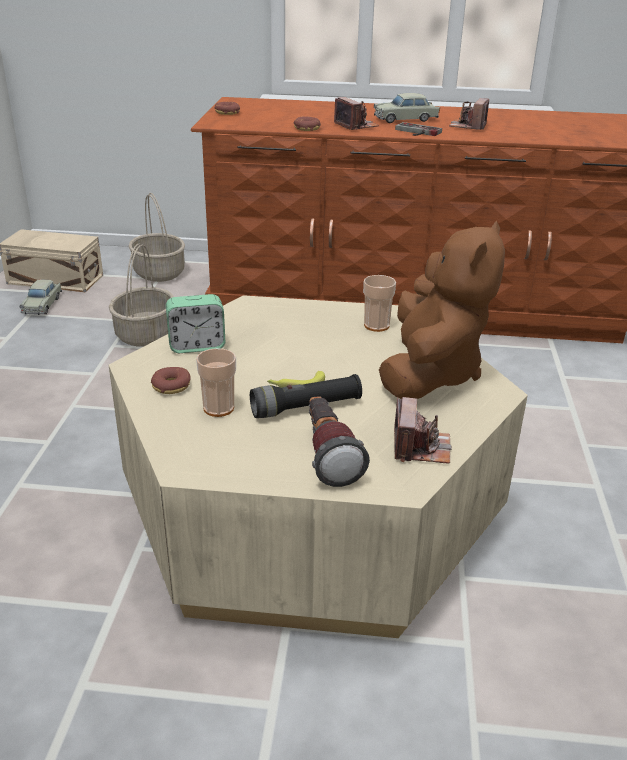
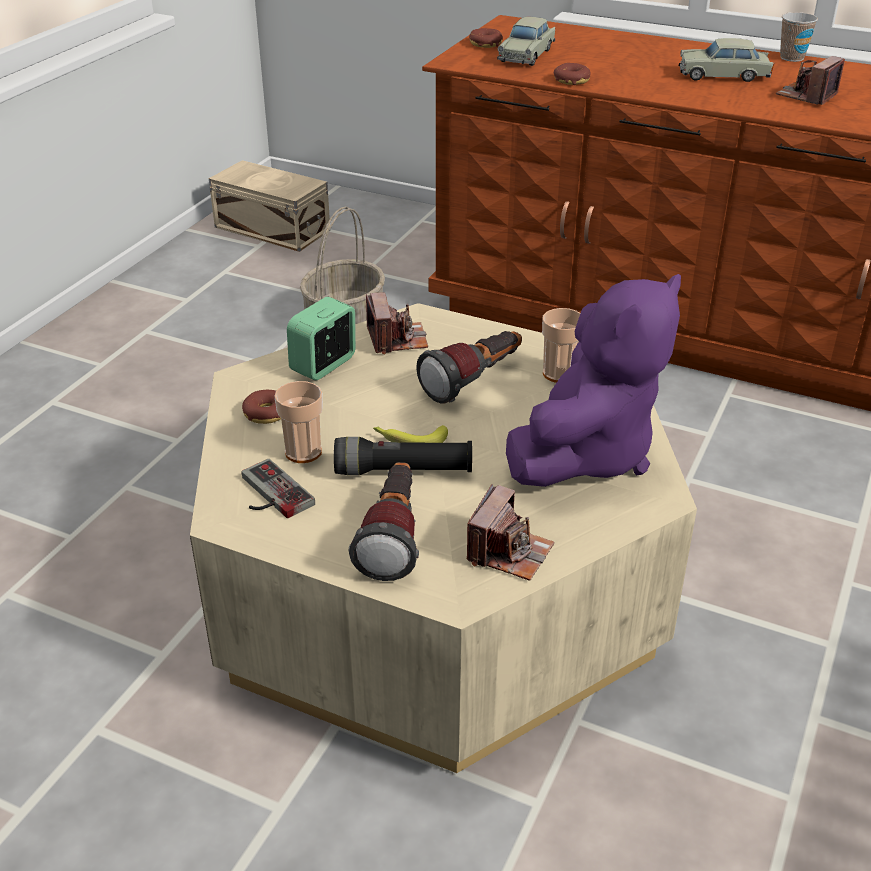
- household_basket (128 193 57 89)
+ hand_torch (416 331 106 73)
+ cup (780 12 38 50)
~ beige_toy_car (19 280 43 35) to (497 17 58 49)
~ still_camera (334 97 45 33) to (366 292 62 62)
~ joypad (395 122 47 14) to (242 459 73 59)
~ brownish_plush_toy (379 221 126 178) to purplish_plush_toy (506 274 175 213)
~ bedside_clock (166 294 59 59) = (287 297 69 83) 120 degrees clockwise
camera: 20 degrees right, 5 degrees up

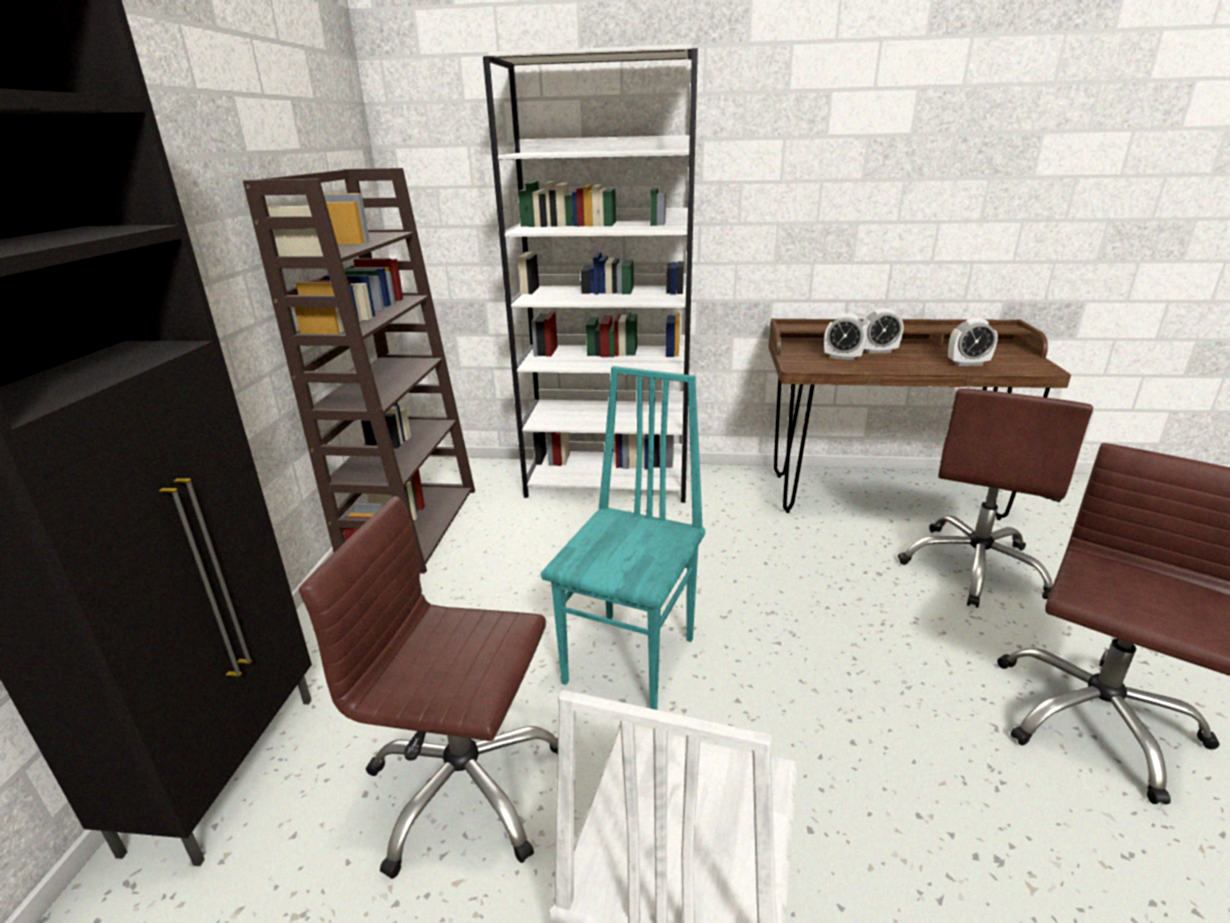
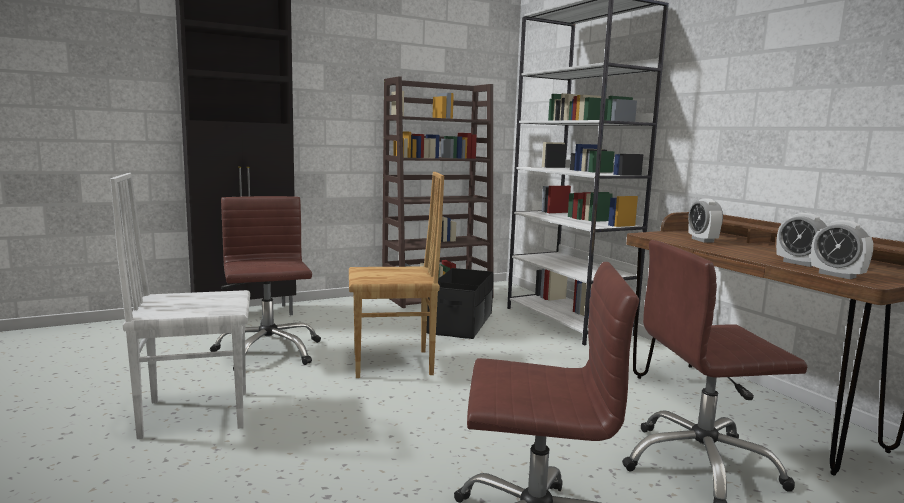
+ black-coloured_storage_box (426 268 68 71)
~ bedside_clock (862 308 42 46) to (811 220 62 59)
~ turquoise_upright_chair (541 366 164 344) to brownish_upright_chair (349 172 95 206)
camera: 55 degrees right, 15 degrees down

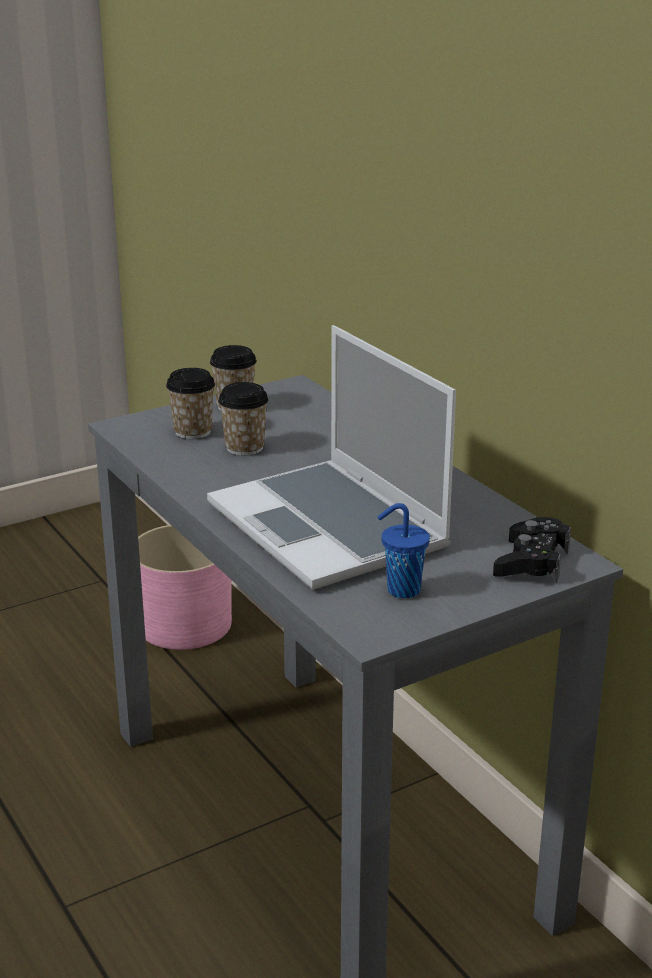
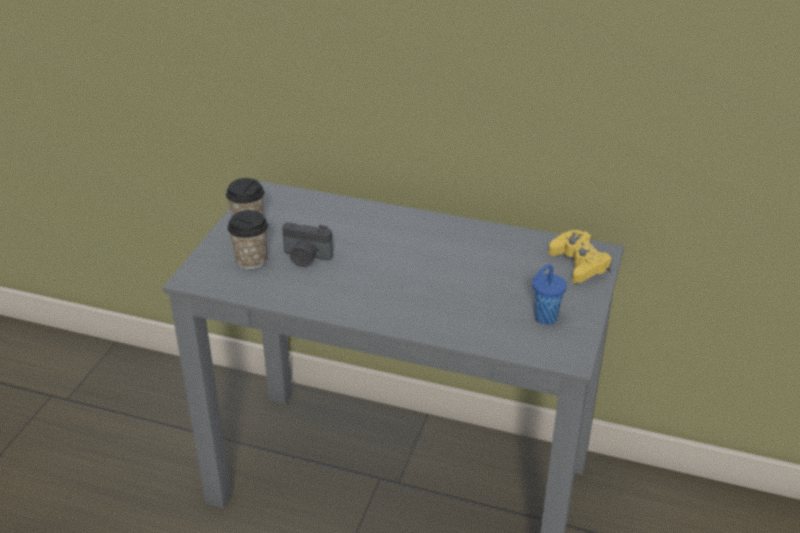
- pink_flower_pot (138 525 94 125)
- notebook_computer (207 325 249 265)
~ cup (218 382 51 74) to still_camera (282 222 51 45)
~ black-coloured_joypad (493 517 78 66) to yellow-coloured_joypad (548 230 64 53)
camera: 40 degrees left, 10 degrees up

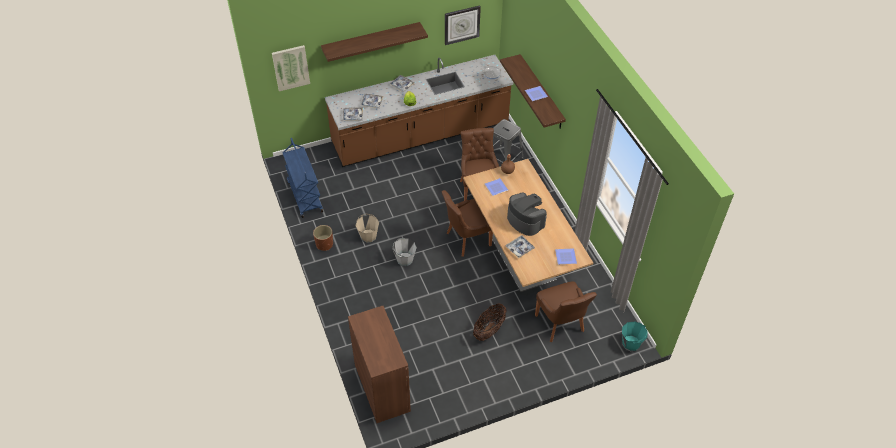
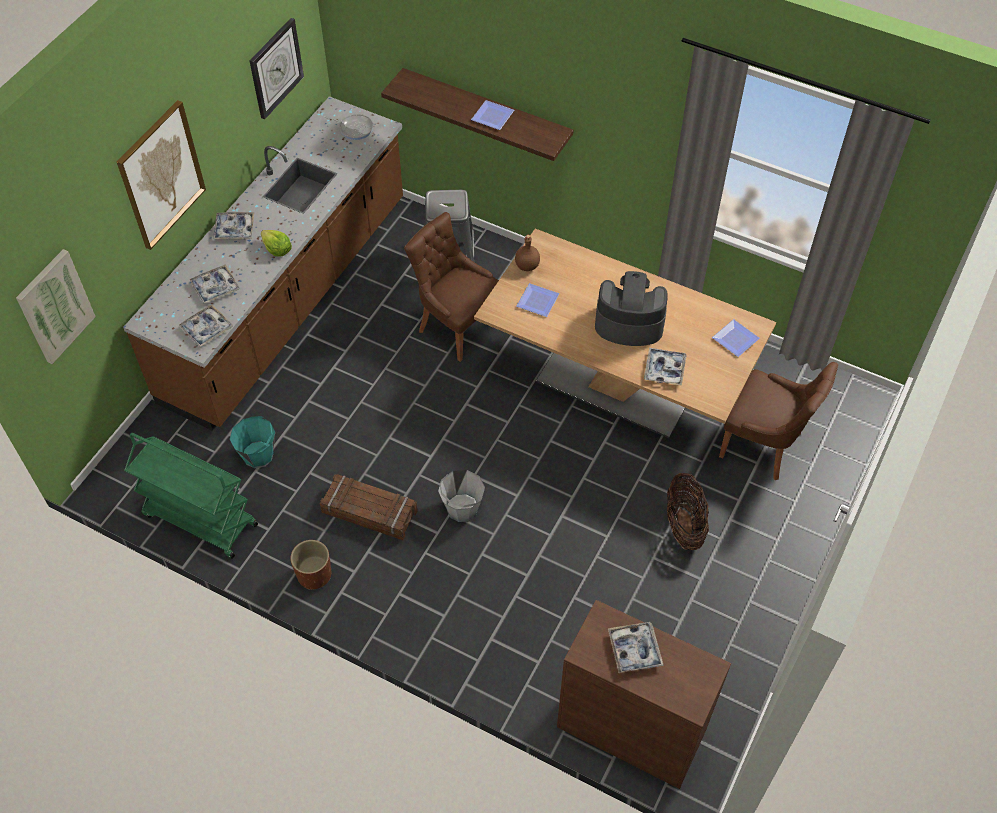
- brownish_upright_chair (442 190 51 67)
+ serving_tray (608 622 56 51)
~ turquoise_bucket (622 321 26 30) to (230 416 45 52)
~ shelf (321 22 107 40) to picture (117 100 89 150)
~ beige_bucket (356 214 23 29) to packing_crate (320 474 98 66)
~ blue-coloured_trolley (283 138 40 80) to green-coloured_trolley (124 433 134 126)
camera: 40 degrees left, 5 degrees up

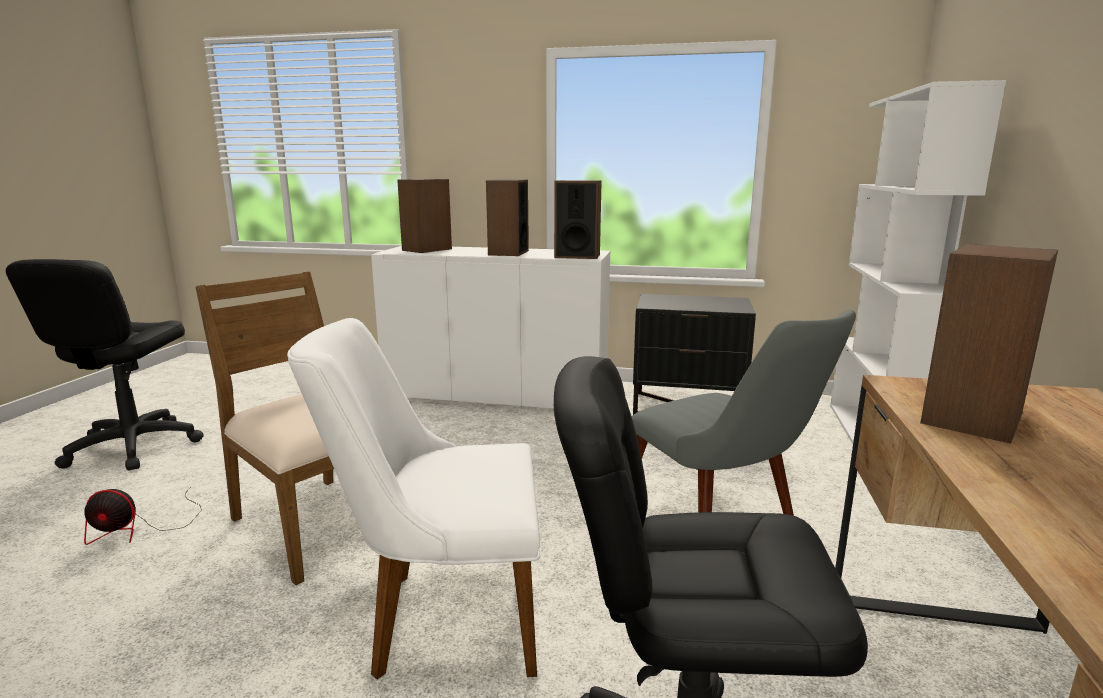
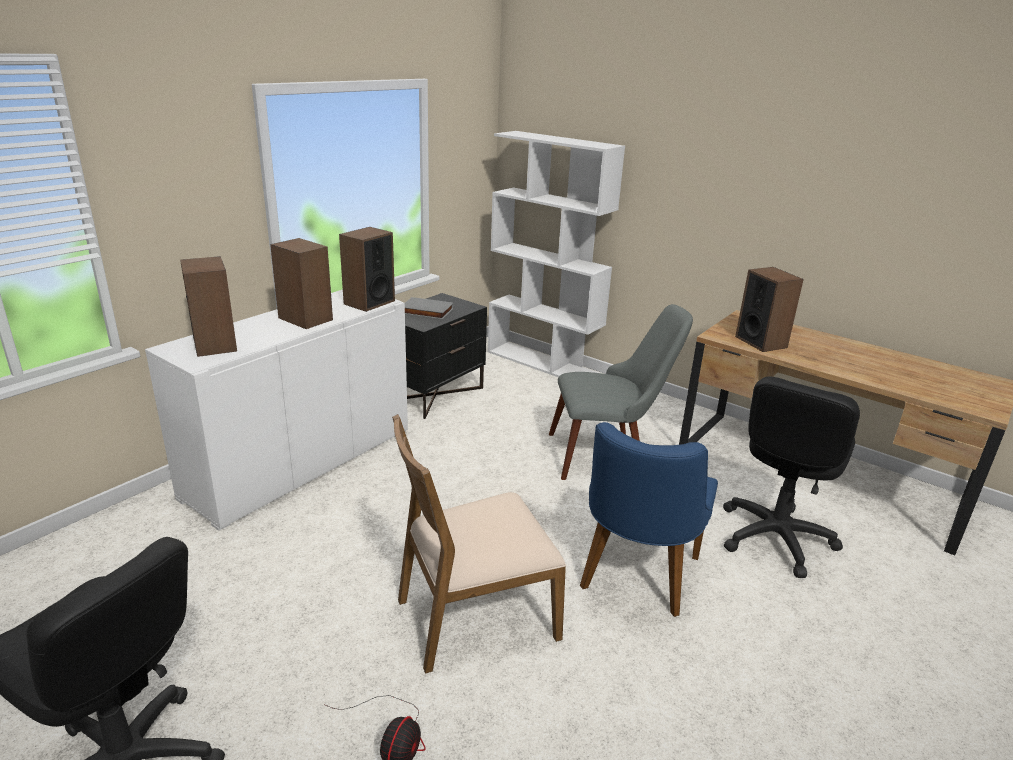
+ grey_bound_book (405 297 48 22)
~ white-coloured_upright_chair (287 318 253 361) to blue-coloured_upright_chair (580 422 138 195)
camera: 65 degrees left, 10 degrees up

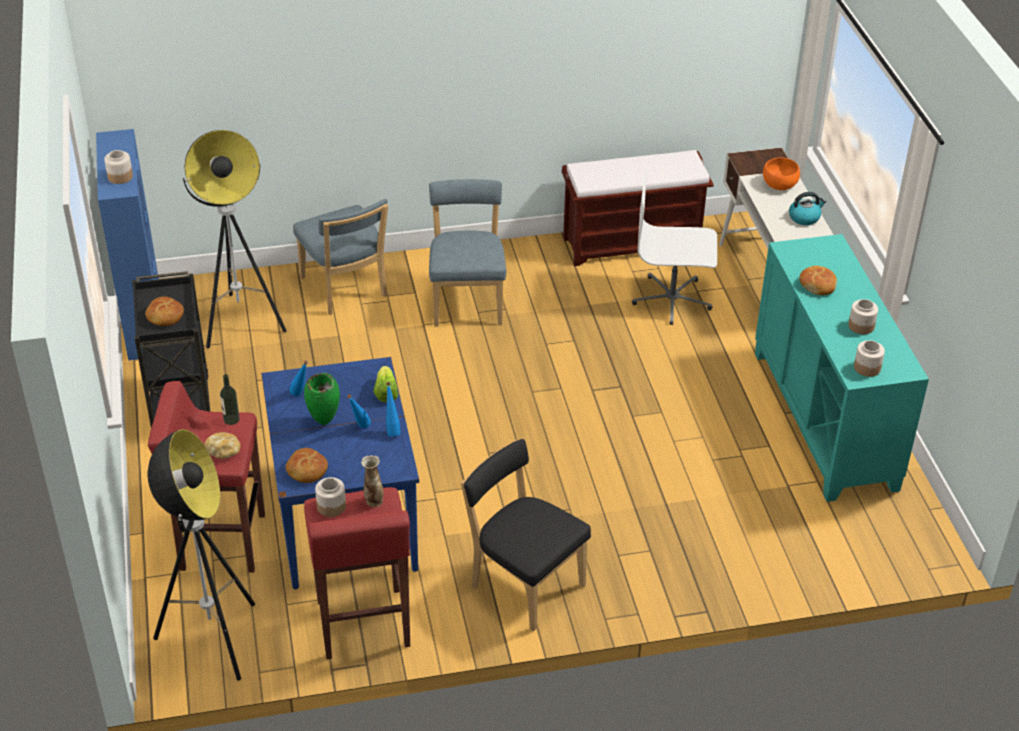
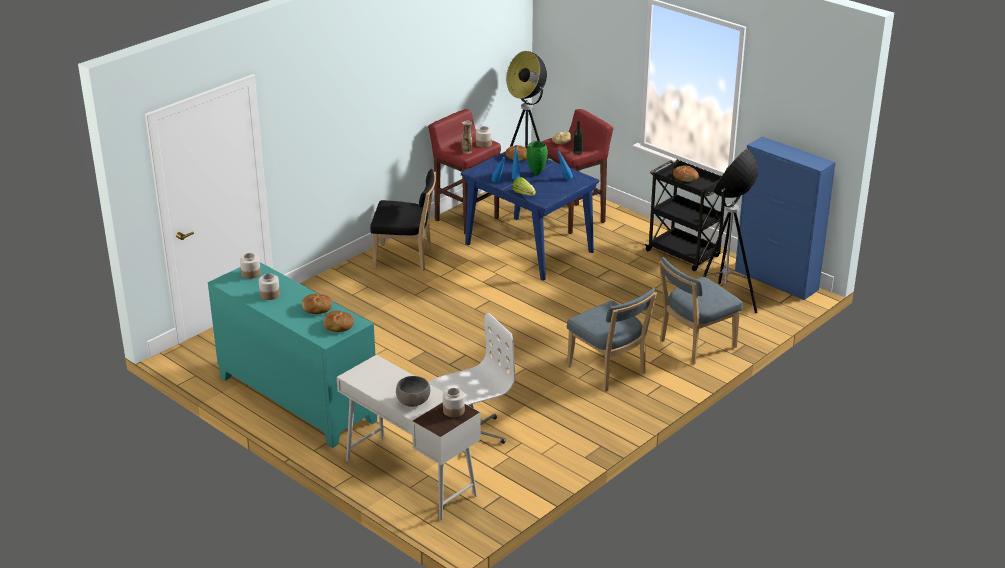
- brownish_bench (562 150 152 116)
- tea_kettle (789 192 38 33)
+ baked_bread (324 311 30 21)
~ jar (104 150 29 34) to (443 388 22 29)
~ orange-coloured_serving_bowl (763 157 37 33) to grey_serving_bowl (396 376 34 31)
~ blue-coloured_upright_chair (293 199 95 116) = (659 257 83 107) 60 degrees counterclockwise
camera: 145 degrees right, 10 degrees down

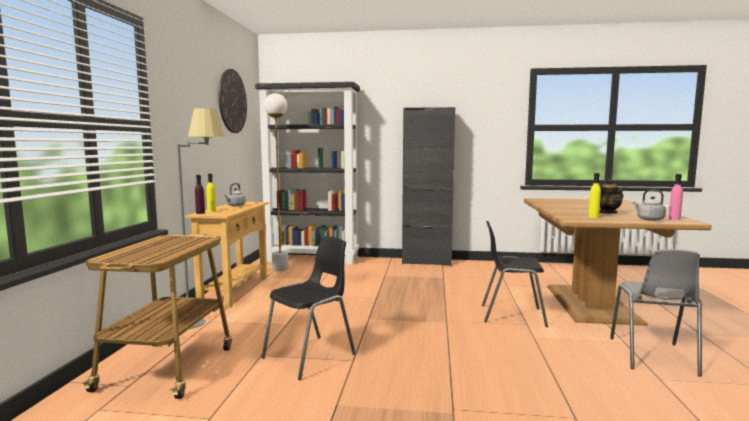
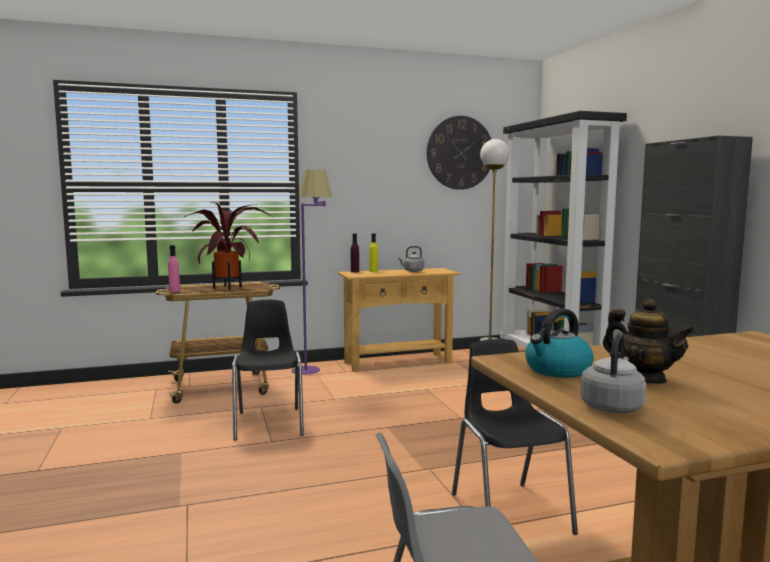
+ plant_in_a_pot (184 202 89 88)
~ pink_drink_bottle (669 174 14 46) to (168 245 12 47)
~ yellow-coloured_drink_bottle (588 173 13 45) to tea_kettle (525 308 69 70)
~ grey_standard_lamp (177 108 48 221) to purplish_standard_lamp (292 170 40 205)
~ black-coloured_upright_chair (261 236 95 144) = (232 300 72 141) 120 degrees counterclockwise
camera: 65 degrees right, 0 degrees up

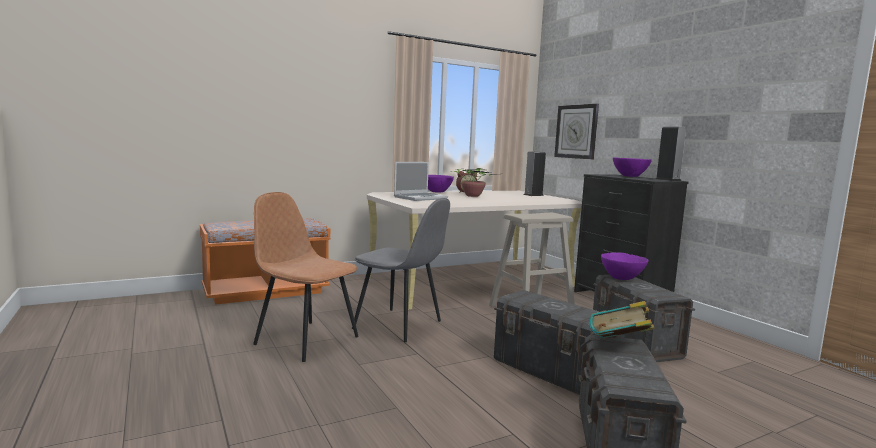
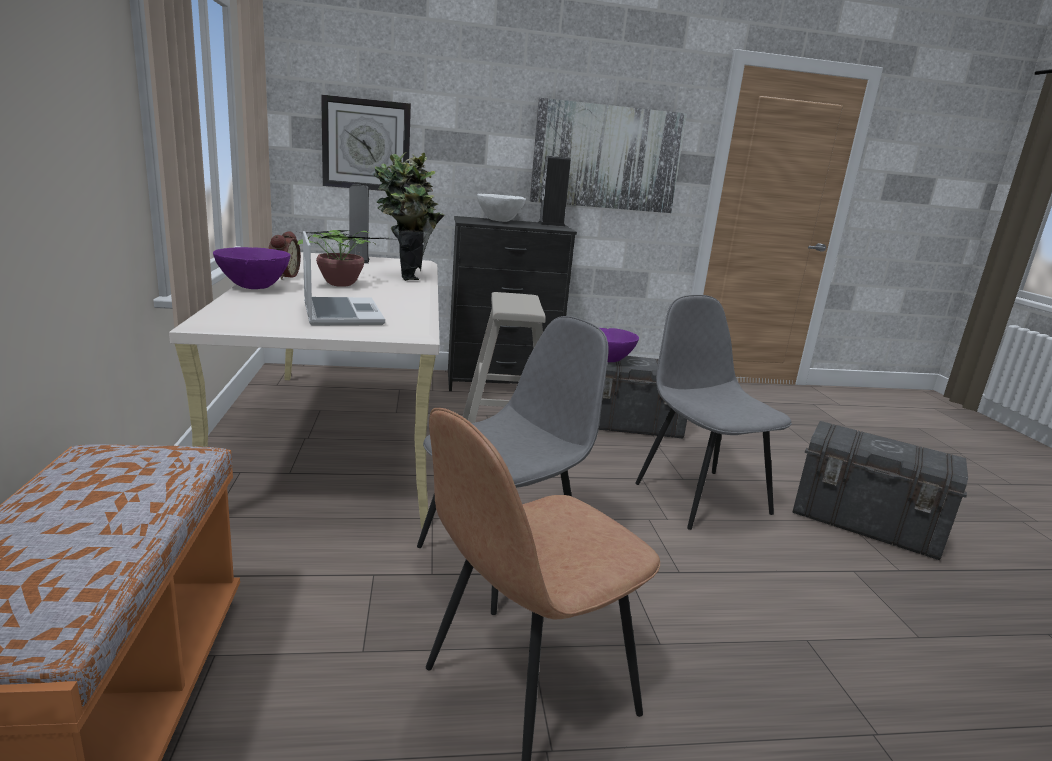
- bound_book (589 301 65 38)
+ plant_in_a_pot (372 152 73 129)
+ picture (530 98 157 115)
~ grey_storage_box (494 290 106 105) to grey_upright_chair (635 295 157 235)
~ purplish_serving_bowl (613 158 39 19) to white-coloured_serving_bowl (477 194 49 28)
camera: 70 degrees left, 10 degrees up

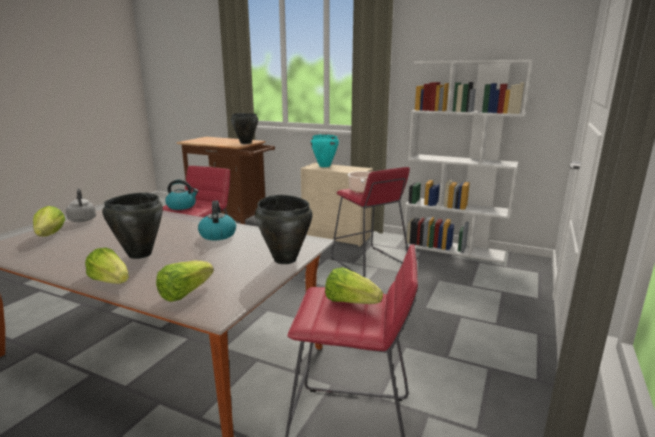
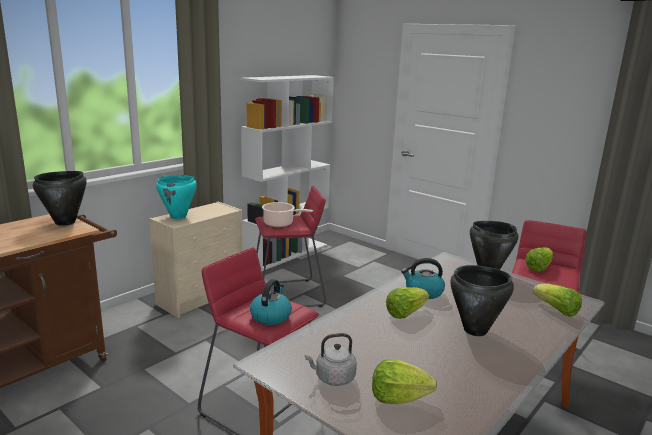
~ head_of_lettuce (85 248 44 36) to (386 287 43 32)
camera: 75 degrees left, 0 degrees up

